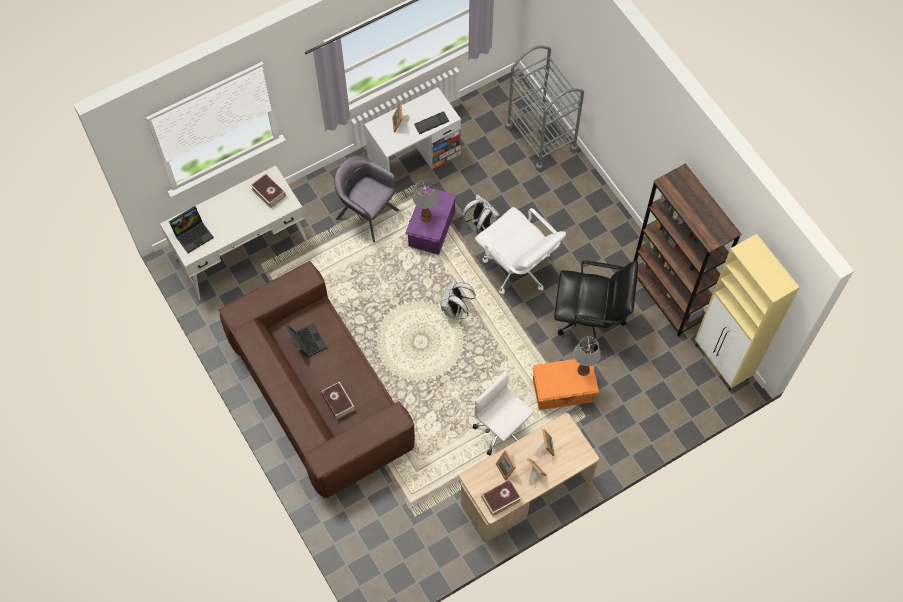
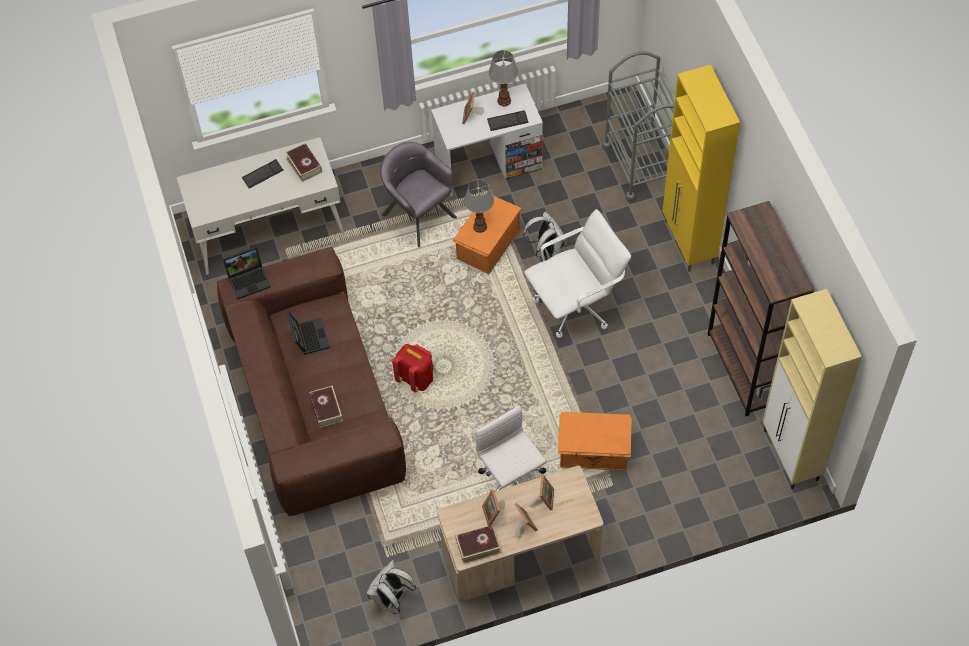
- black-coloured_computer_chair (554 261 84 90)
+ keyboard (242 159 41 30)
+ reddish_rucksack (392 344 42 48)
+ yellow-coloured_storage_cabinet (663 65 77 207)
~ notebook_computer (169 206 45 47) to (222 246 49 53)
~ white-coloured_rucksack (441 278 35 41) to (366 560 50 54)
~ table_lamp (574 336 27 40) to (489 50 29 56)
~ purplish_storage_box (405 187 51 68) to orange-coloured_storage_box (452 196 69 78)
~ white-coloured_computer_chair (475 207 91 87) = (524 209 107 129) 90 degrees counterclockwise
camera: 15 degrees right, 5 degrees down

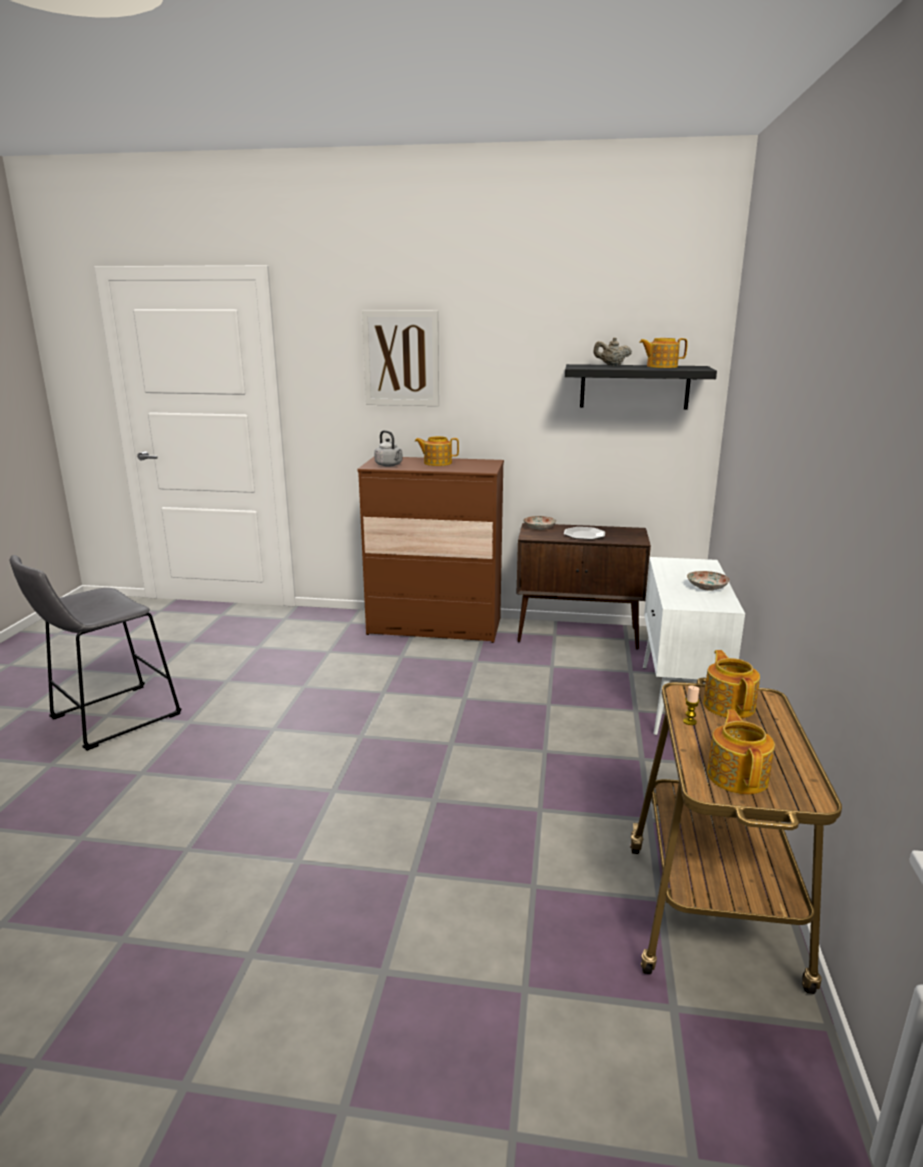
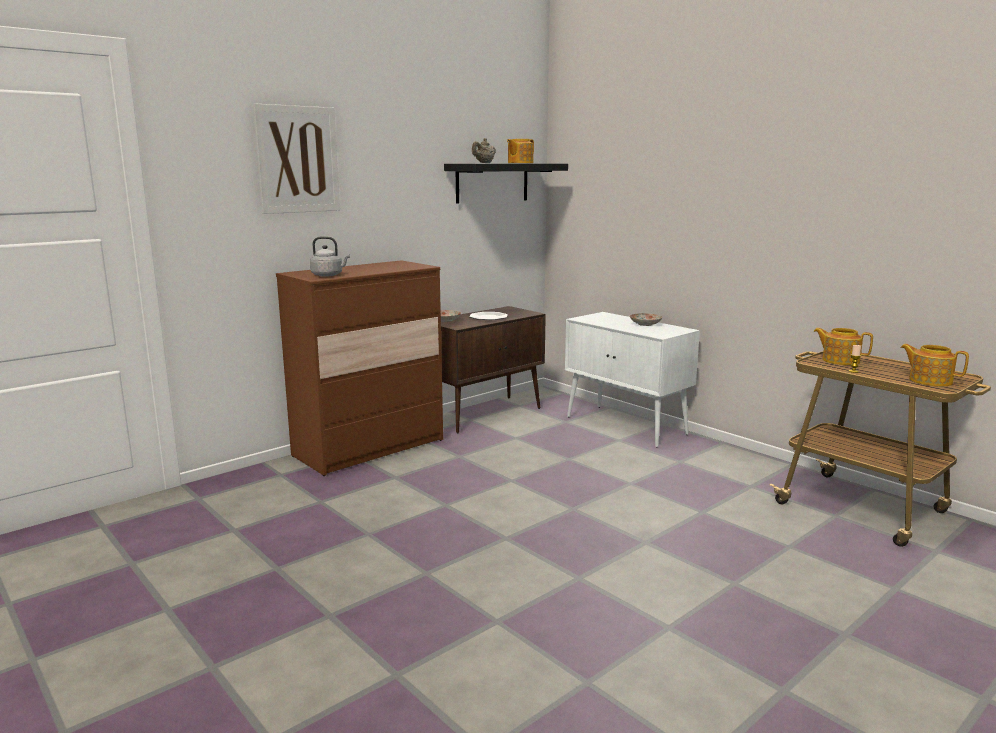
- grey_sitting_stool (10 555 172 196)
- pot_for_tea (415 436 44 30)
camera: 50 degrees left, 5 degrees down

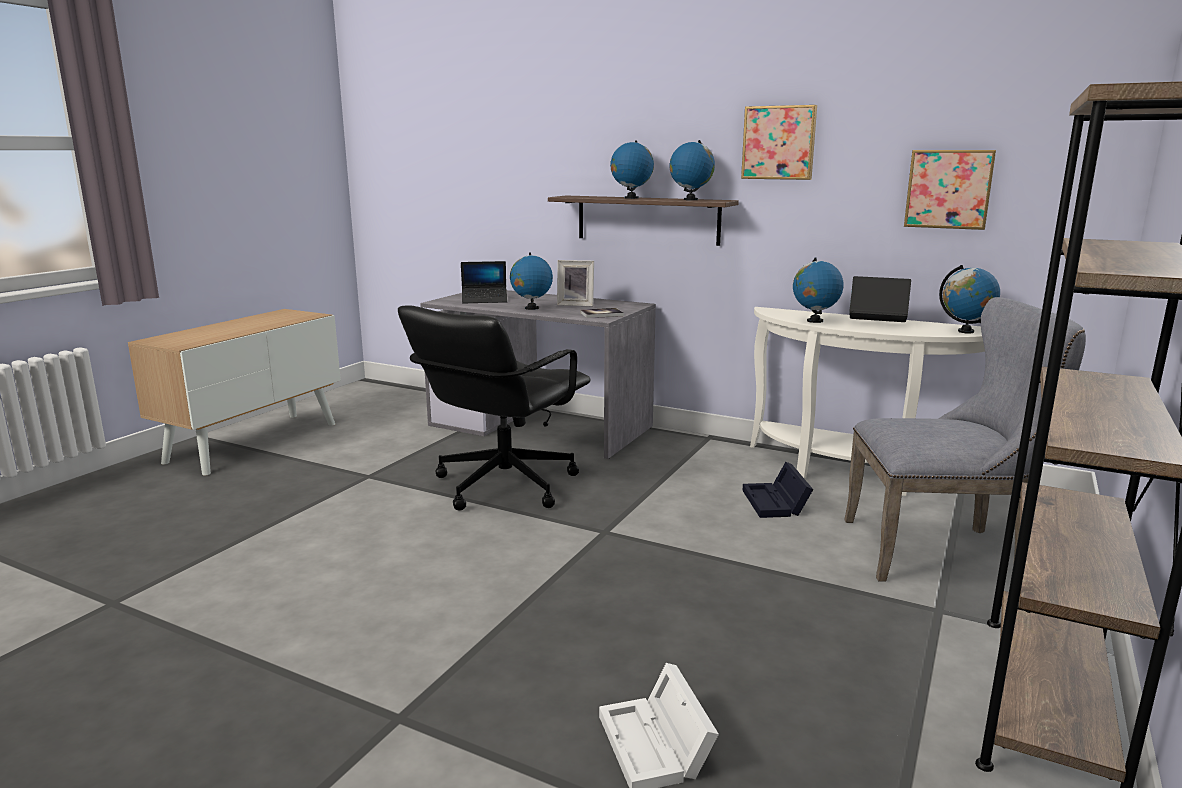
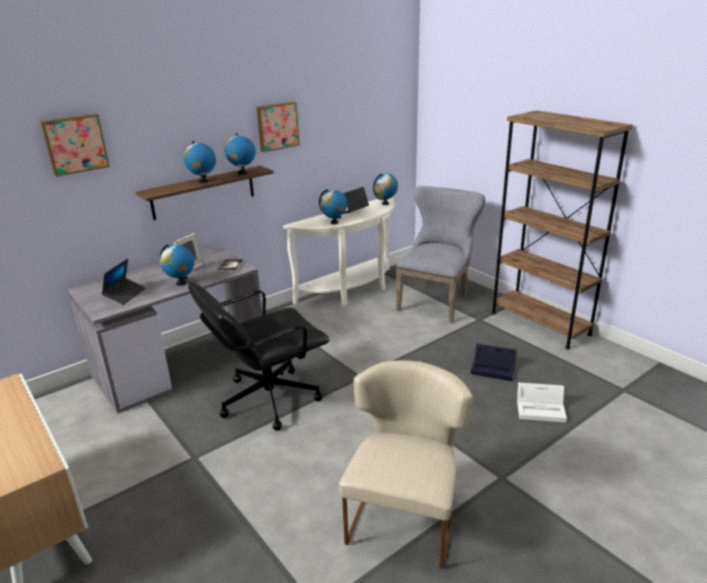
+ beige_upright_chair (339 361 134 208)
~ black-coloured_storage_box (743 462 70 56) to (471 344 46 37)
~ picture (904 150 92 80) to (40 114 70 63)
~ black-coloured_computer_chair (398 305 193 206) = (188 283 142 148) 90 degrees clockwise
camera: 65 degrees left, 10 degrees up

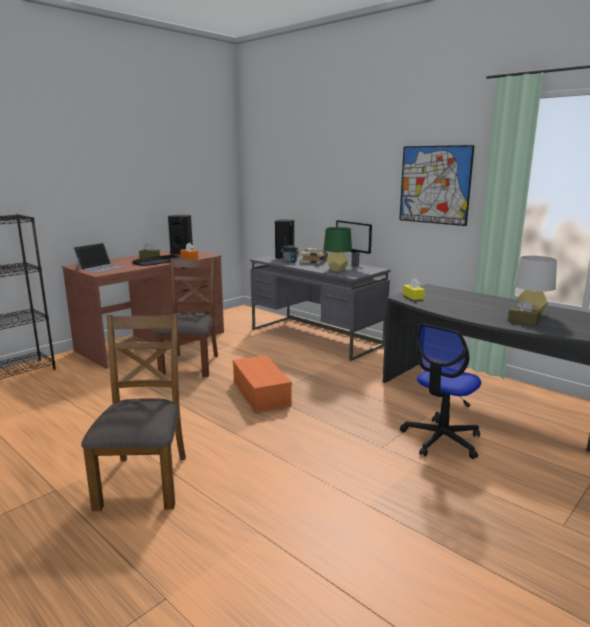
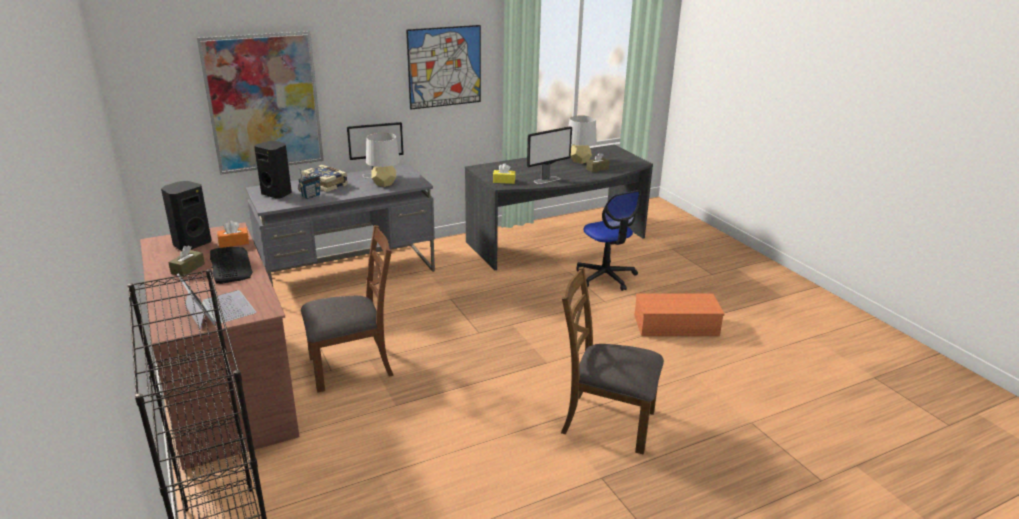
+ picture (197 31 127 144)
+ computer_display (527 126 45 58)
~ orange-coloured_storage_box (232 355 60 57) to (634 294 90 42)
~ green-coloured_table_lamp (323 227 29 44) to grey_table_lamp (366 133 34 54)
~ brownish_upright_chair (154 258 64 119) = (301 225 93 168) 135 degrees clockwise
camera: 70 degrees left, 10 degrees up

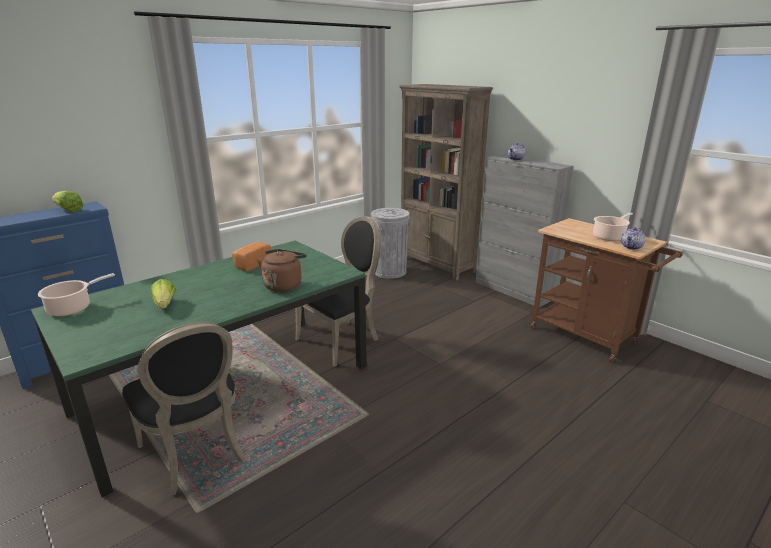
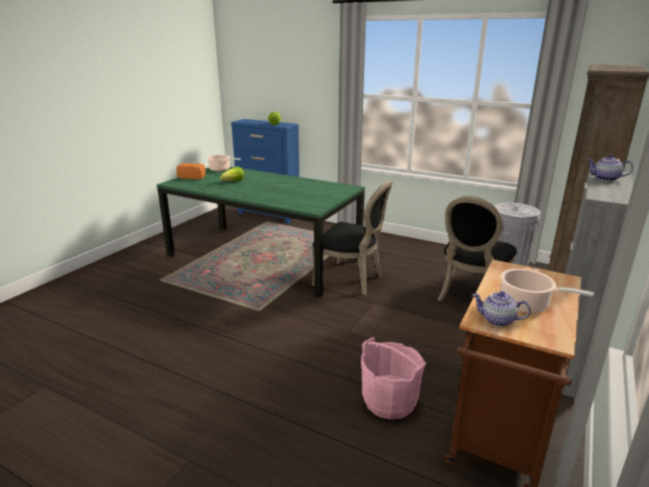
- brownish_tea_kettle (257 249 50 43)
+ pink_bucket (361 337 66 83)
~ black-coloured_upright_chair (122 322 125 174) to (437 196 80 105)
~ baked_bread (232 242 39 29) to (176 163 30 16)
camera: 70 degrees right, 0 degrees up

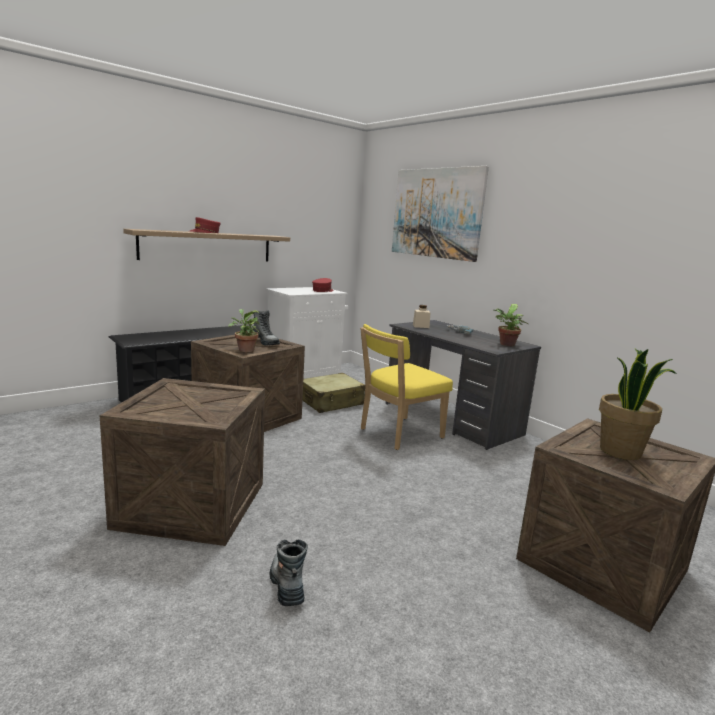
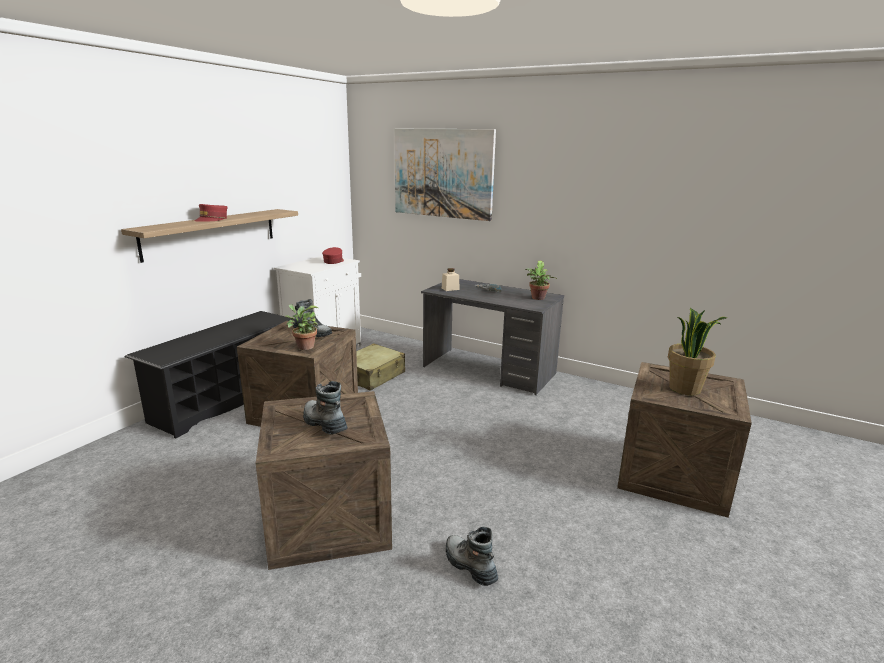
- yellow-coloured_upright_chair (360 324 93 126)
+ tall_boot (303 381 44 53)
camera: 20 degrees left, 5 degrees up

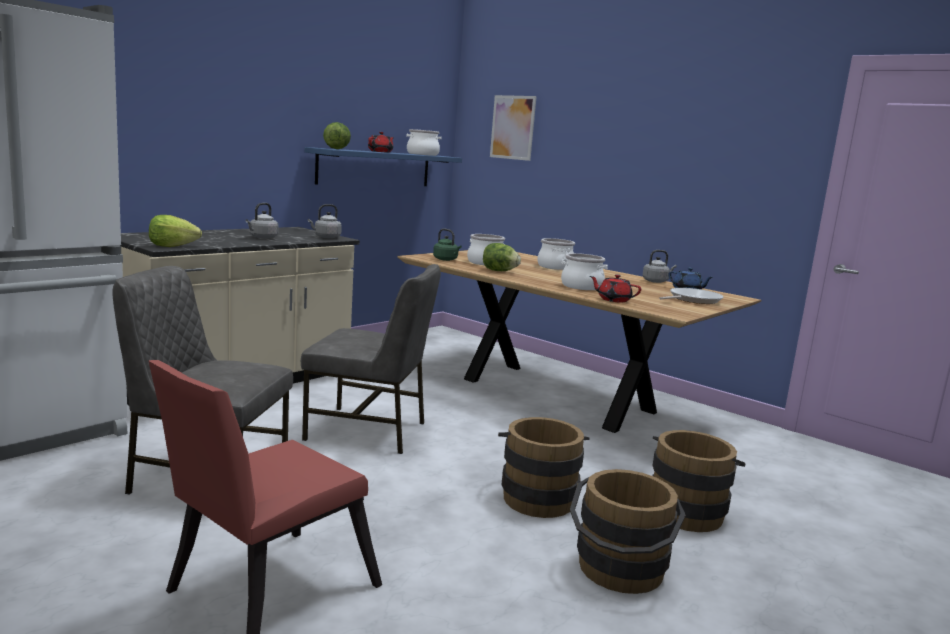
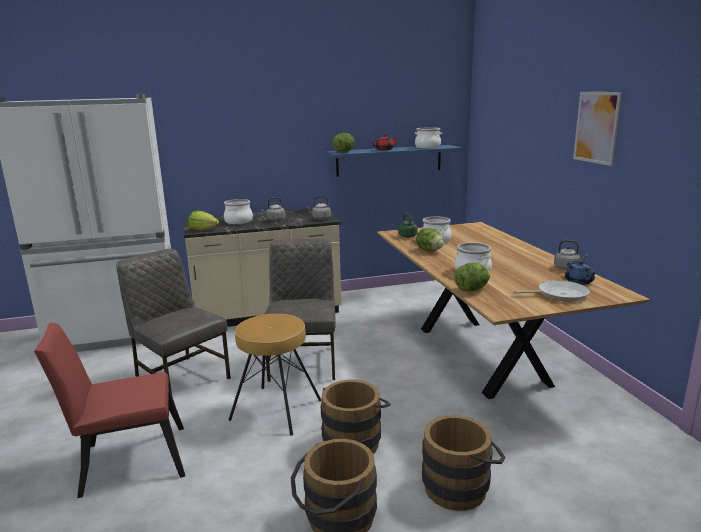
+ brownish_sitting_stool (229 314 93 122)
~ picture (490 95 47 66) to (573 92 49 74)
~ stockpot (537 238 38 32) to (224 199 29 25)
~ reddish_pot_for_tea (590 274 51 28) to head_of_lettuce (454 263 37 29)
~ grey_upright_chair (301 264 140 190) = (265 239 71 143) 135 degrees counterclockwise
camera: 35 degrees right, 5 degrees up

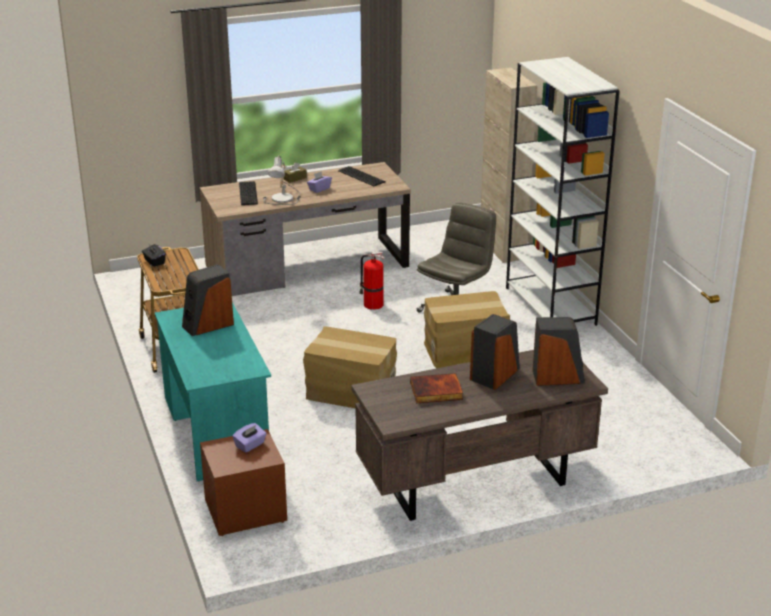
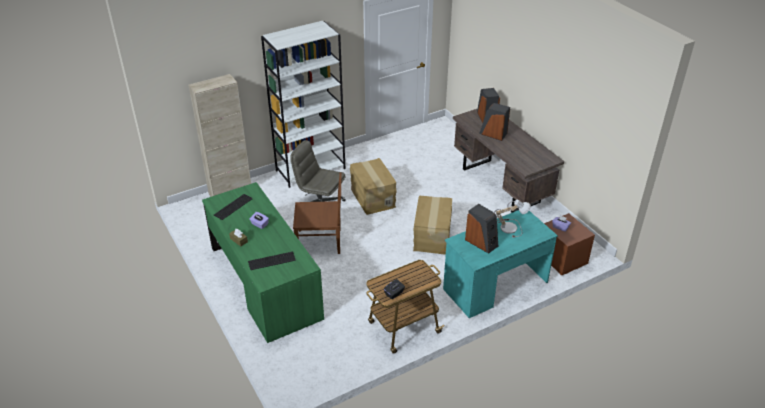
- bound_book (410 373 53 30)
~ table_lamp (263 155 38 50) to (494 200 37 38)
~ extinguisher (359 252 26 58) to brownish_upright_chair (293 173 48 81)
~ brownish_desk (200 162 211 134) to green-coloured_desk (202 182 122 161)
camera: 100 degrees left, 10 degrees up

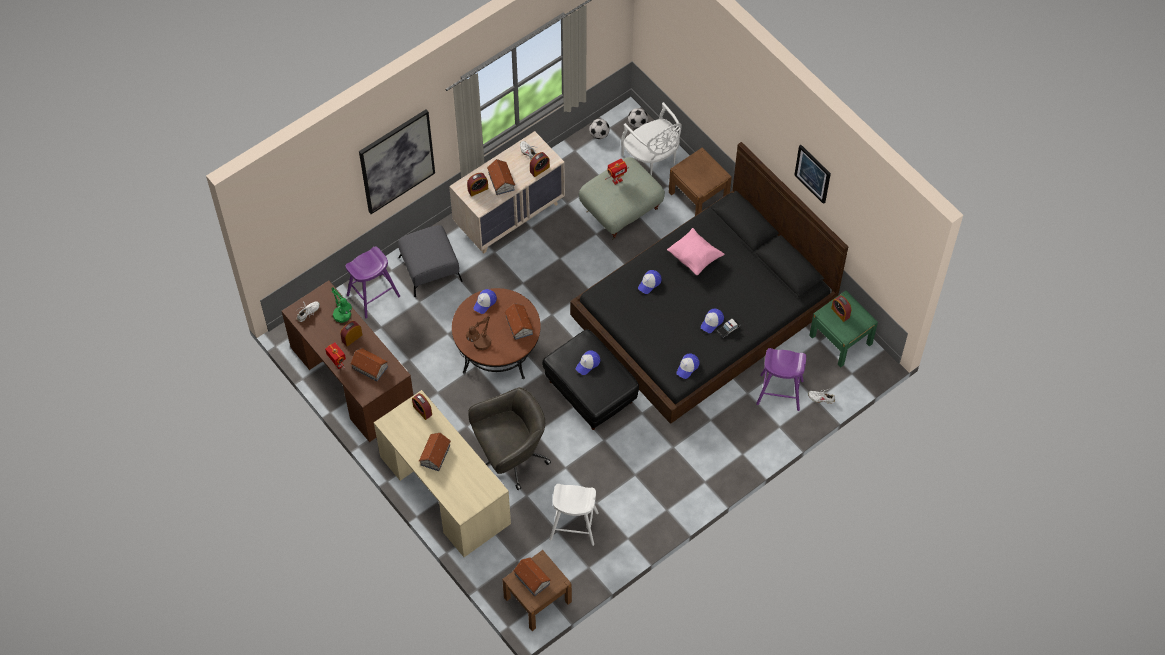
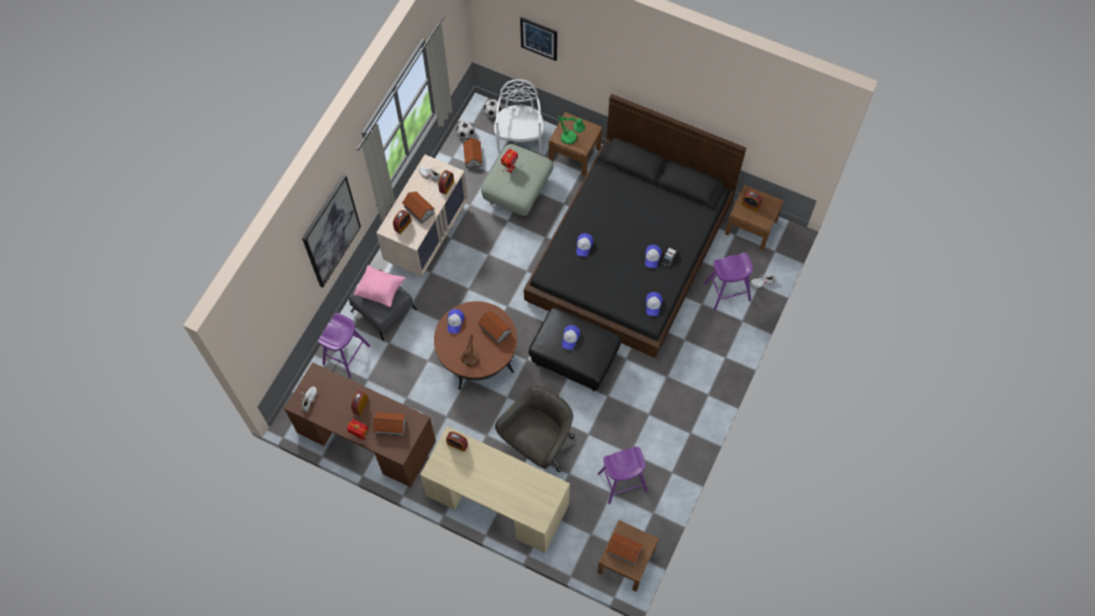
~ green-coloured_table_lamp (331 287 21 36) to (558 116 27 28)
~ miniature_house (419 433 32 38) to (463 137 20 31)
~ pink_pillow (667 228 58 47) to (354 265 51 42)
~ picture (794 145 37 59) to (520 17 37 44)
~ white-coloured_sitting_stool (549 484 50 62) to purplish_sitting_stool (598 446 50 58)
~ green-coloured_night_table (809 290 69 77) to brownish_night_table (725 185 59 65)
~ white-coloured_upright_chair (621 102 60 73) = (494 79 50 74) 120 degrees counterclockwise
camera: 25 degrees left, 5 degrees up

